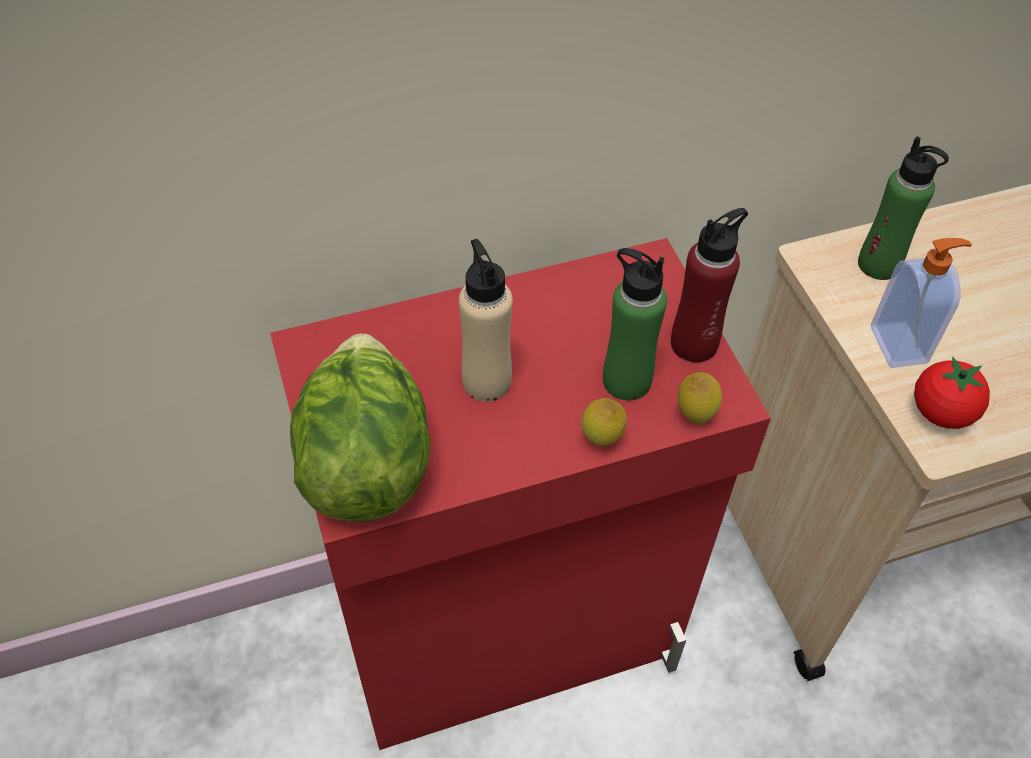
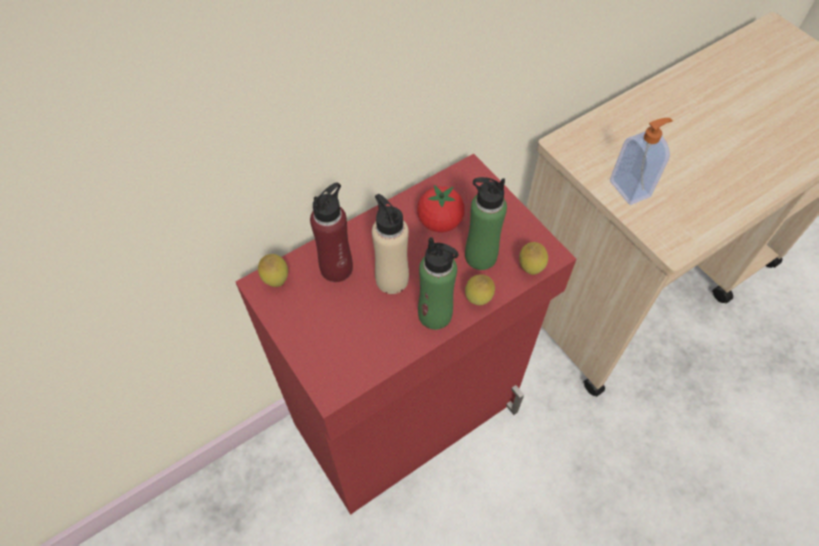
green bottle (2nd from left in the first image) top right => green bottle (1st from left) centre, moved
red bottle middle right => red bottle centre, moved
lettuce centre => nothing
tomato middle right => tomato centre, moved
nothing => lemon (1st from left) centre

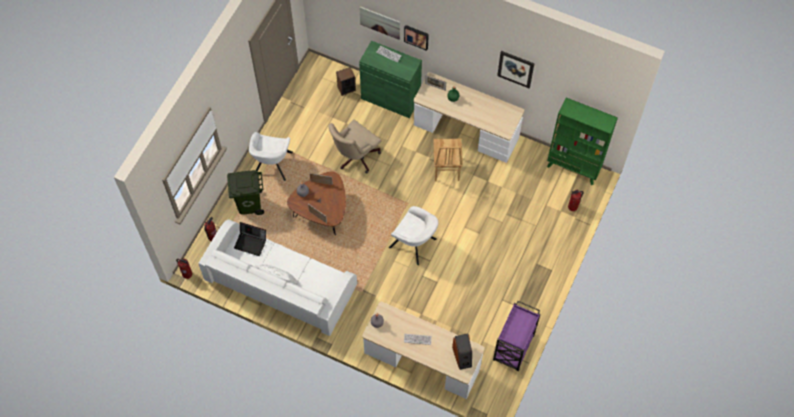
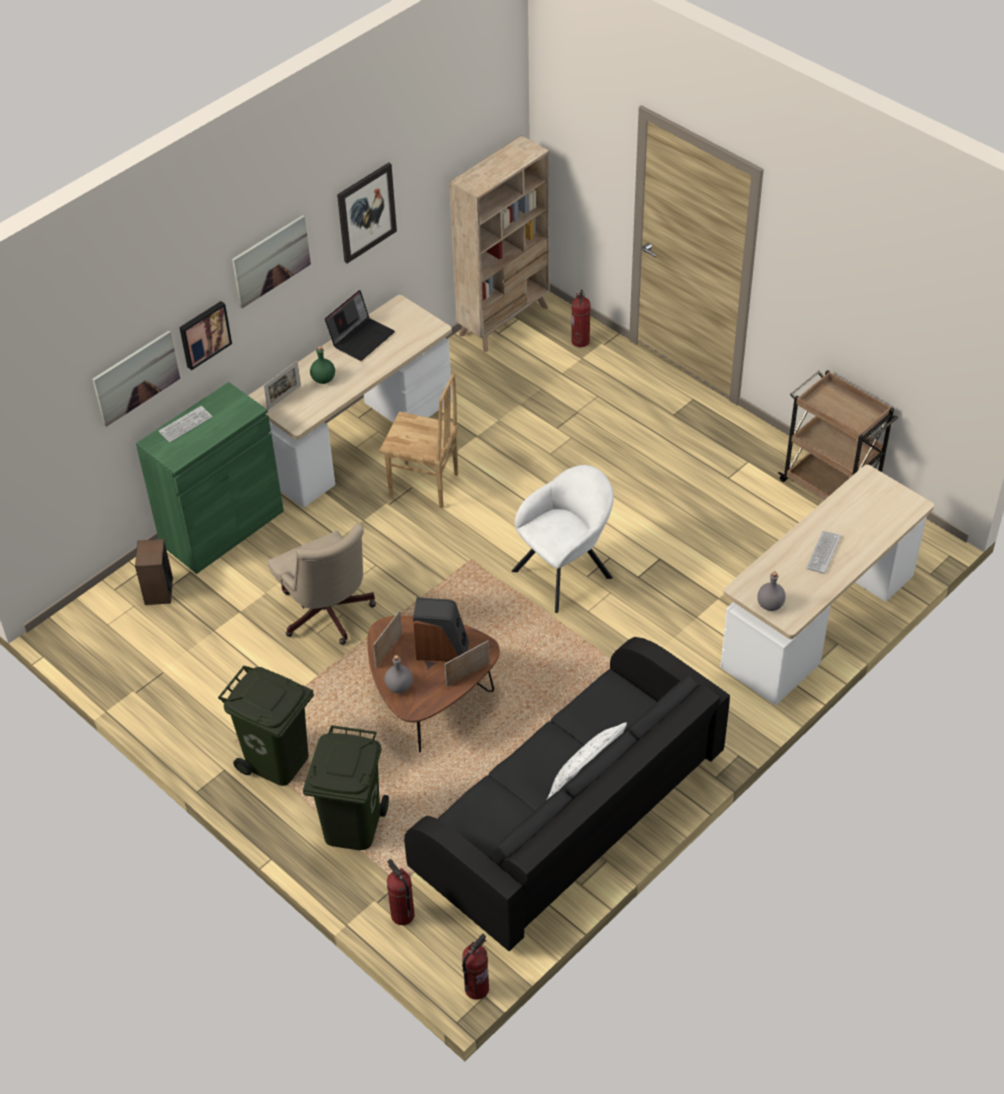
green bookcase middle right => beige bookcase top centre
white armchair (1st from left) centre => green trash can (1st from left) middle left
white sofa bottom centre => black sofa bottom centre
laptop middle left => laptop top centre, moved
purple cart bottom centre => brown cart middle right
speaker (2nd from left) bottom centre => speaker (2nd from left) centre, moved
nothing => picture (3rd from left) top left

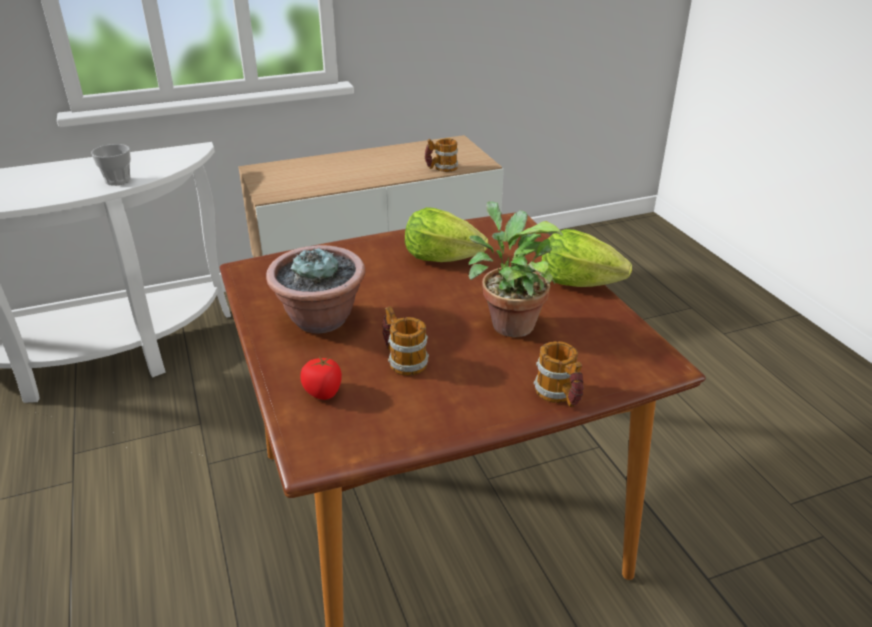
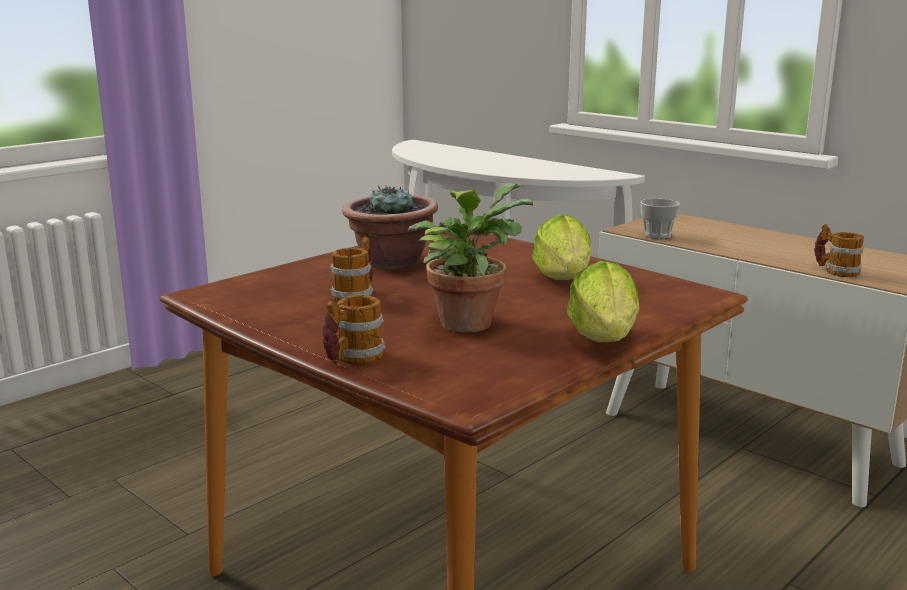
cup top left => cup middle right, moved
tomato centre => nothing

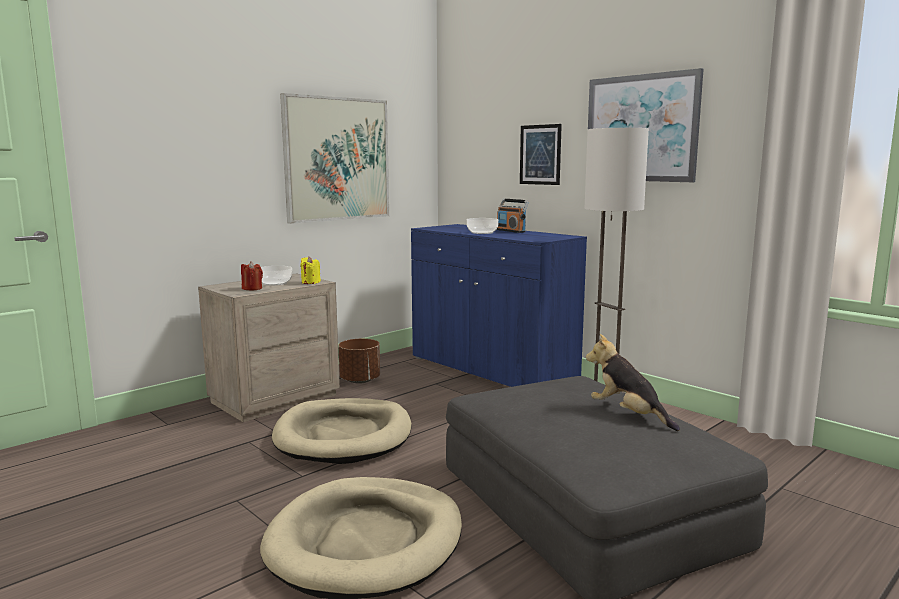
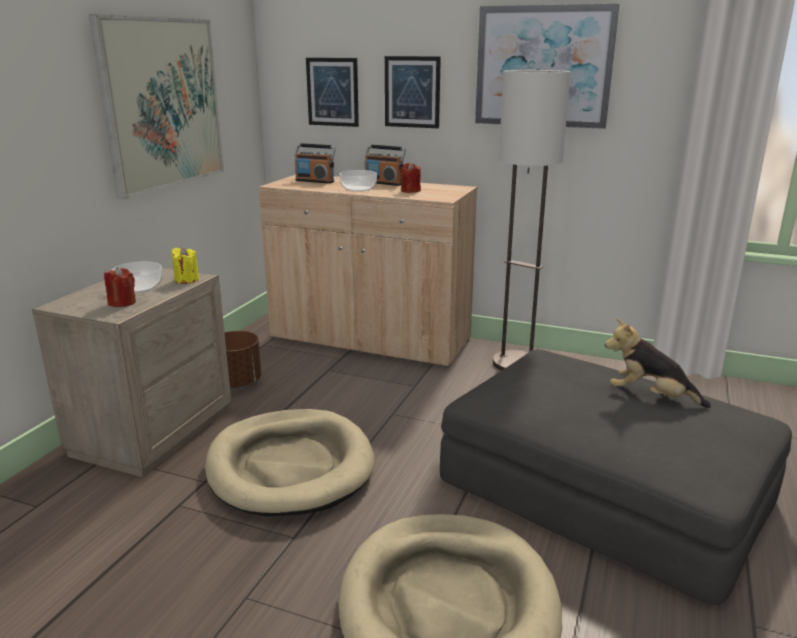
blue cabinet centre => beige cabinet centre
nothing => picture (2nd from left) top centre
nothing => radio (1st from left) top centre
nothing => red candle (2nd from left) top centre

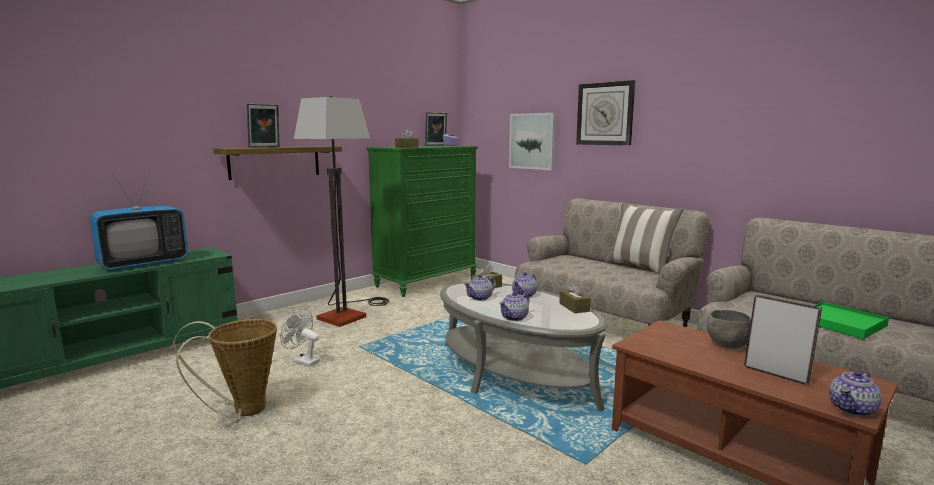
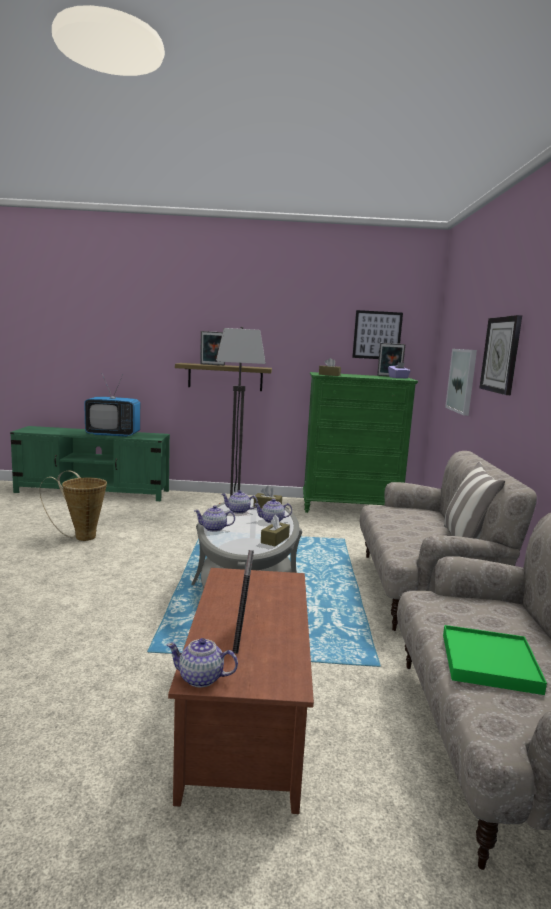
white fan bottom left => nothing
grey bowl bottom right => nothing
nothing => picture (1st from left) middle right

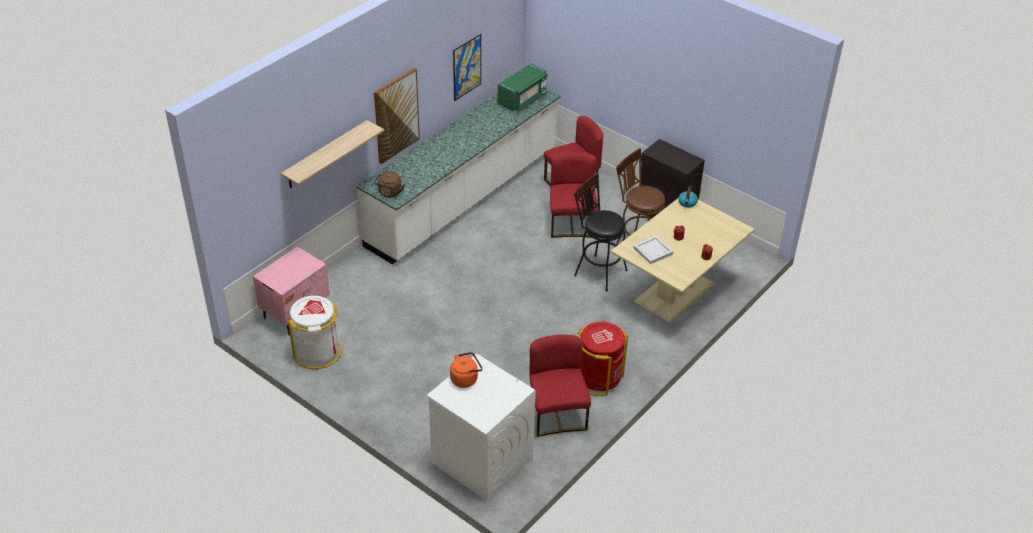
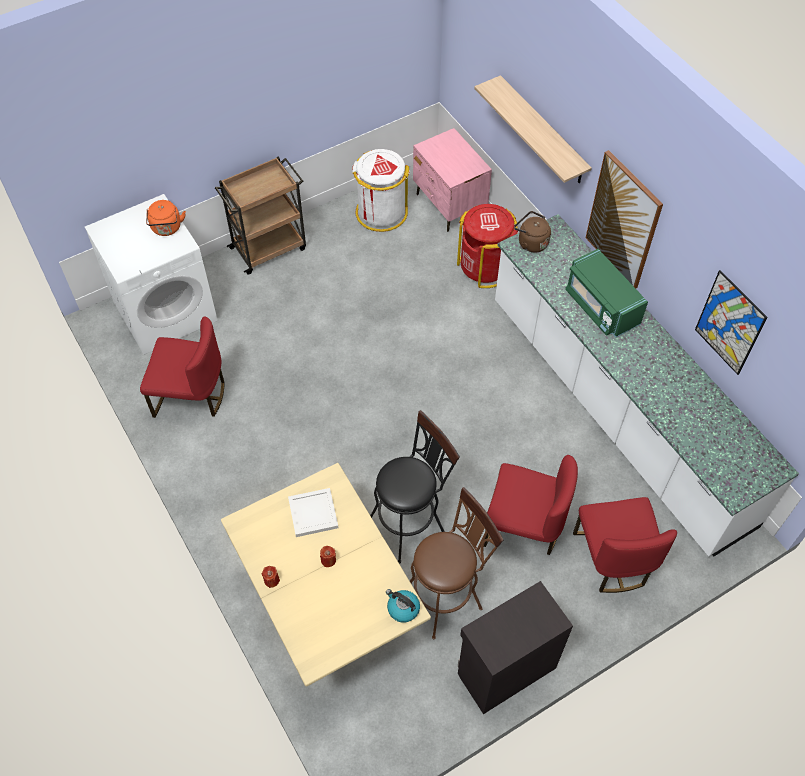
green microwave top centre => green microwave middle right, moved
red trash can bottom centre => red trash can top centre, moved
nothing => brown cart top left

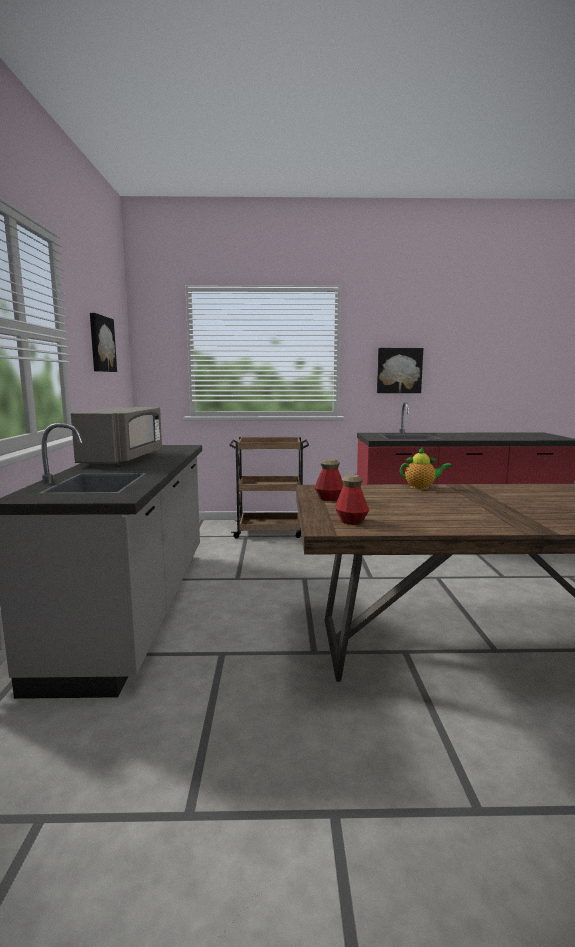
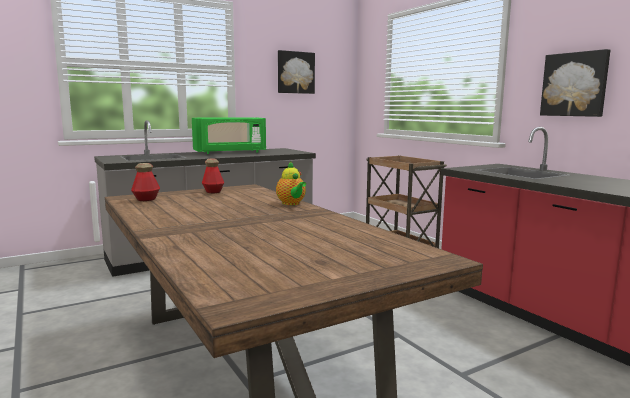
grey microwave middle left => green microwave centre

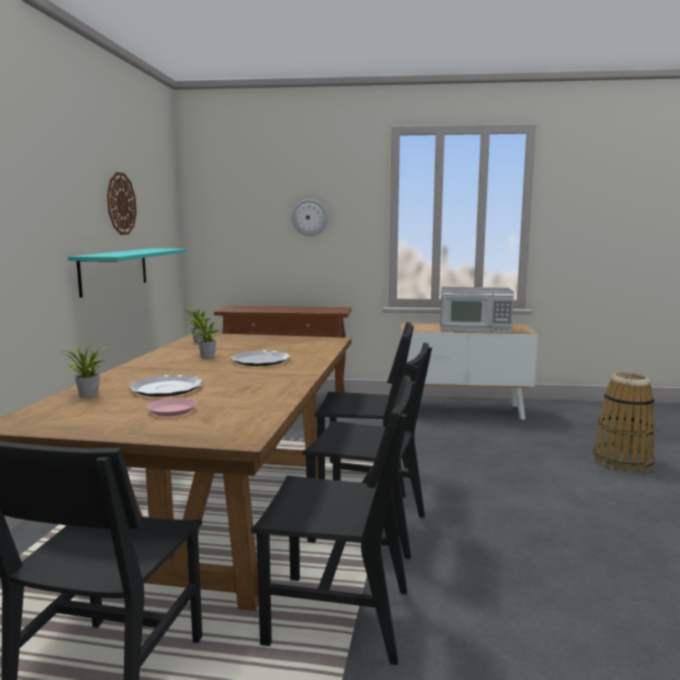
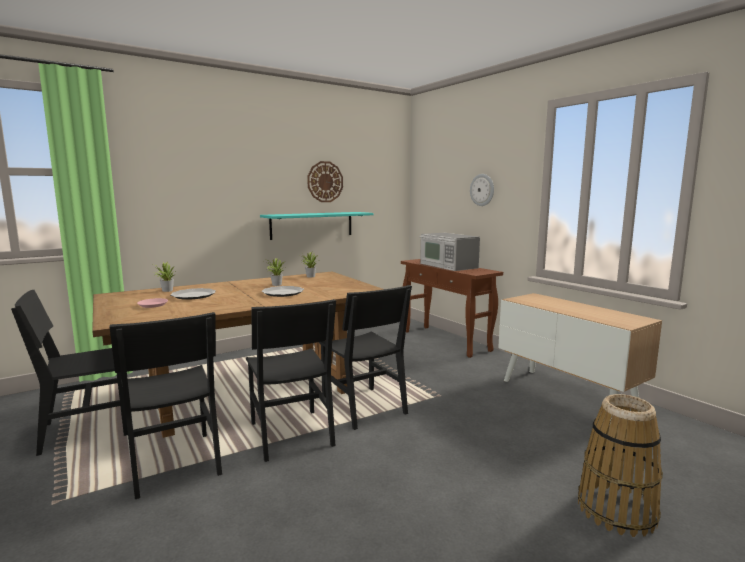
microwave middle right => microwave centre, moved

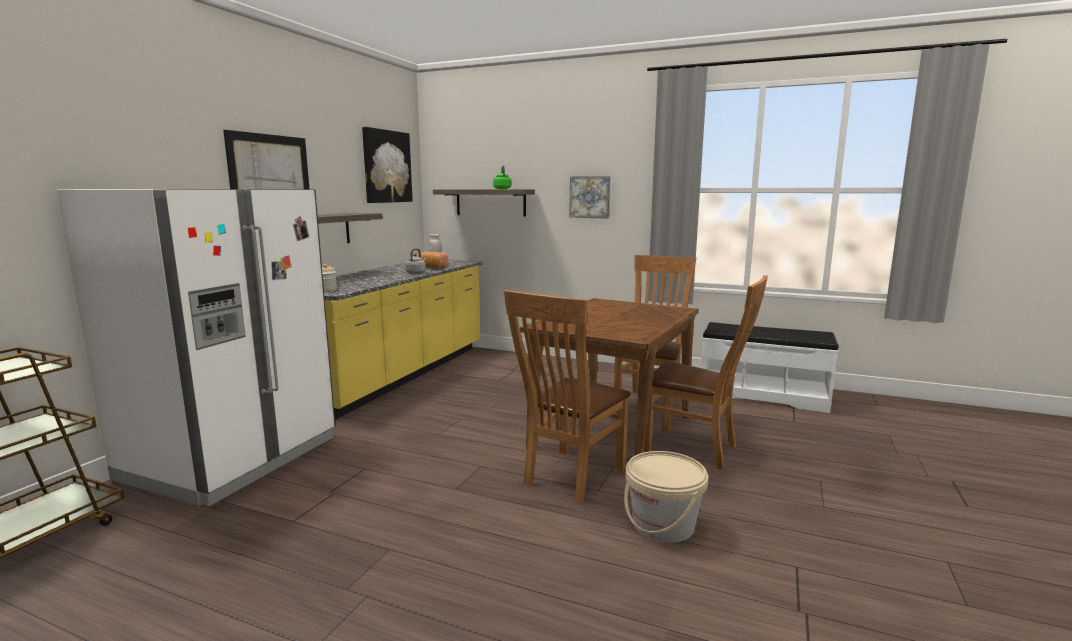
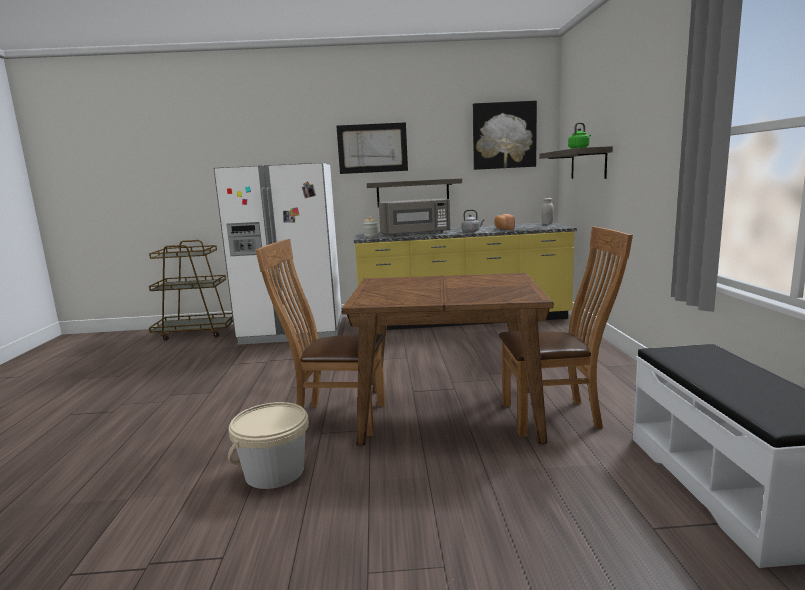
picture (3rd from left) top centre => nothing
brown chair (3rd from left) centre => nothing
nothing => grey microwave centre

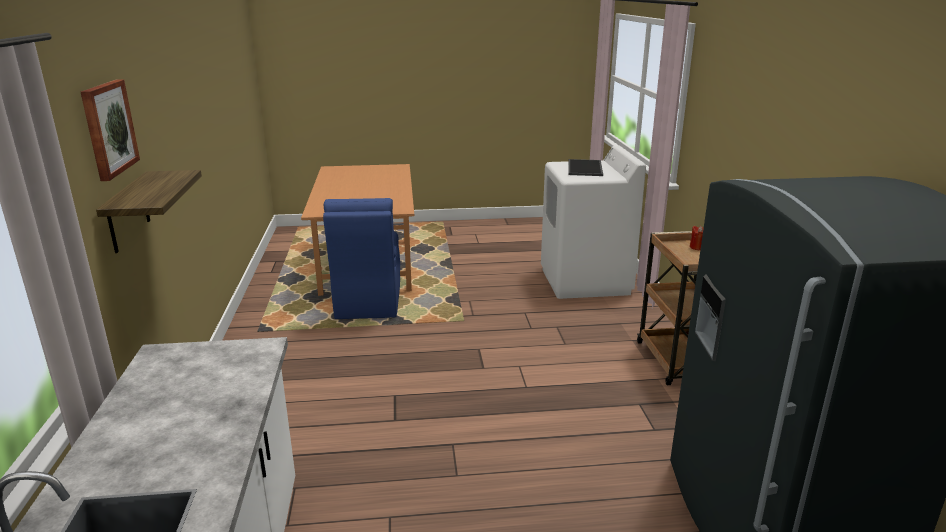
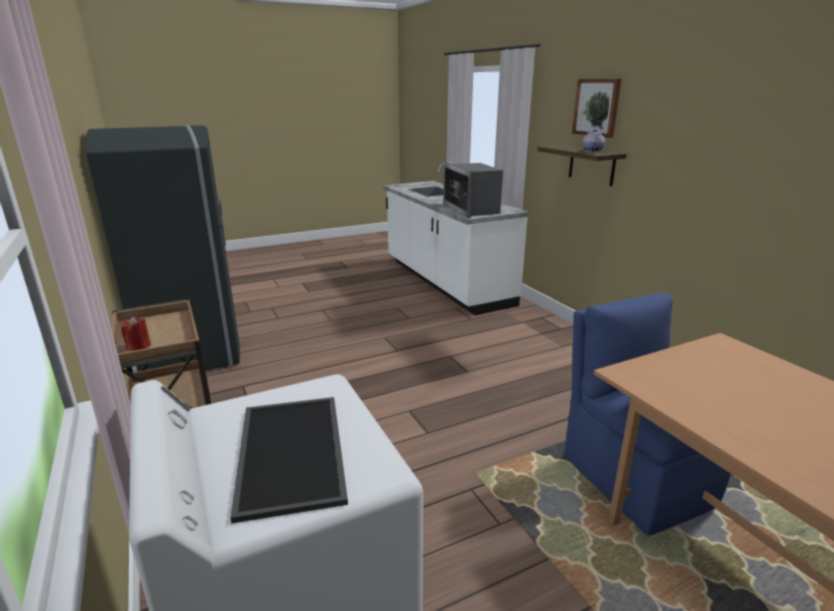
nothing => teapot top right
nothing => microwave top centre

